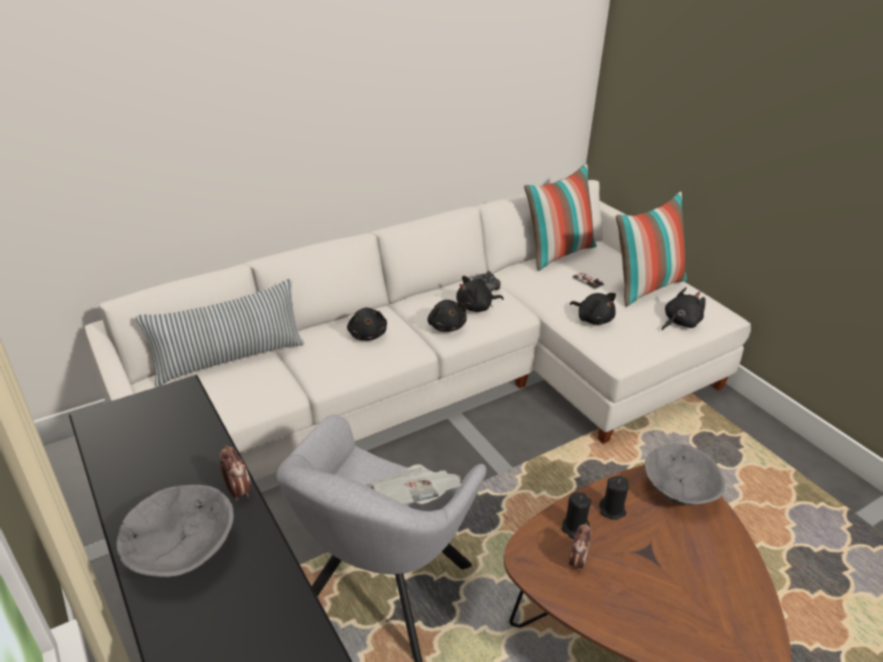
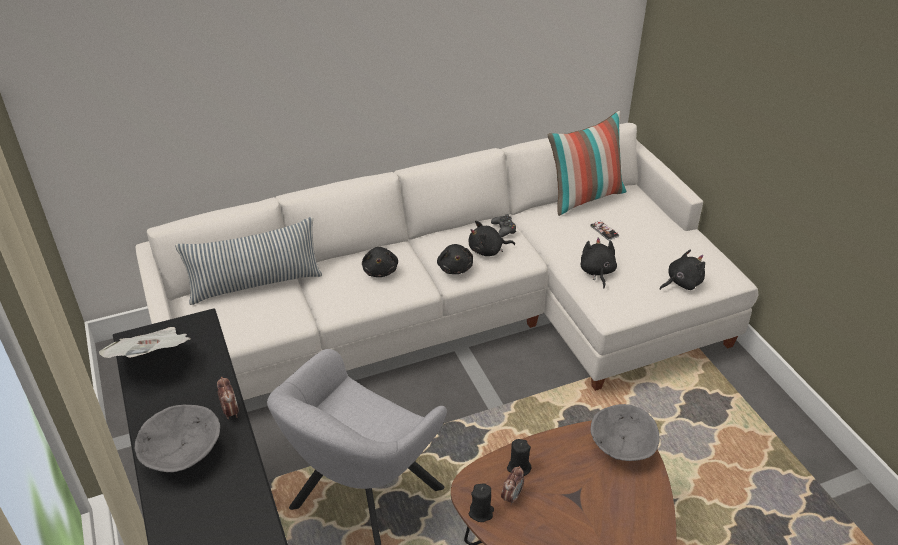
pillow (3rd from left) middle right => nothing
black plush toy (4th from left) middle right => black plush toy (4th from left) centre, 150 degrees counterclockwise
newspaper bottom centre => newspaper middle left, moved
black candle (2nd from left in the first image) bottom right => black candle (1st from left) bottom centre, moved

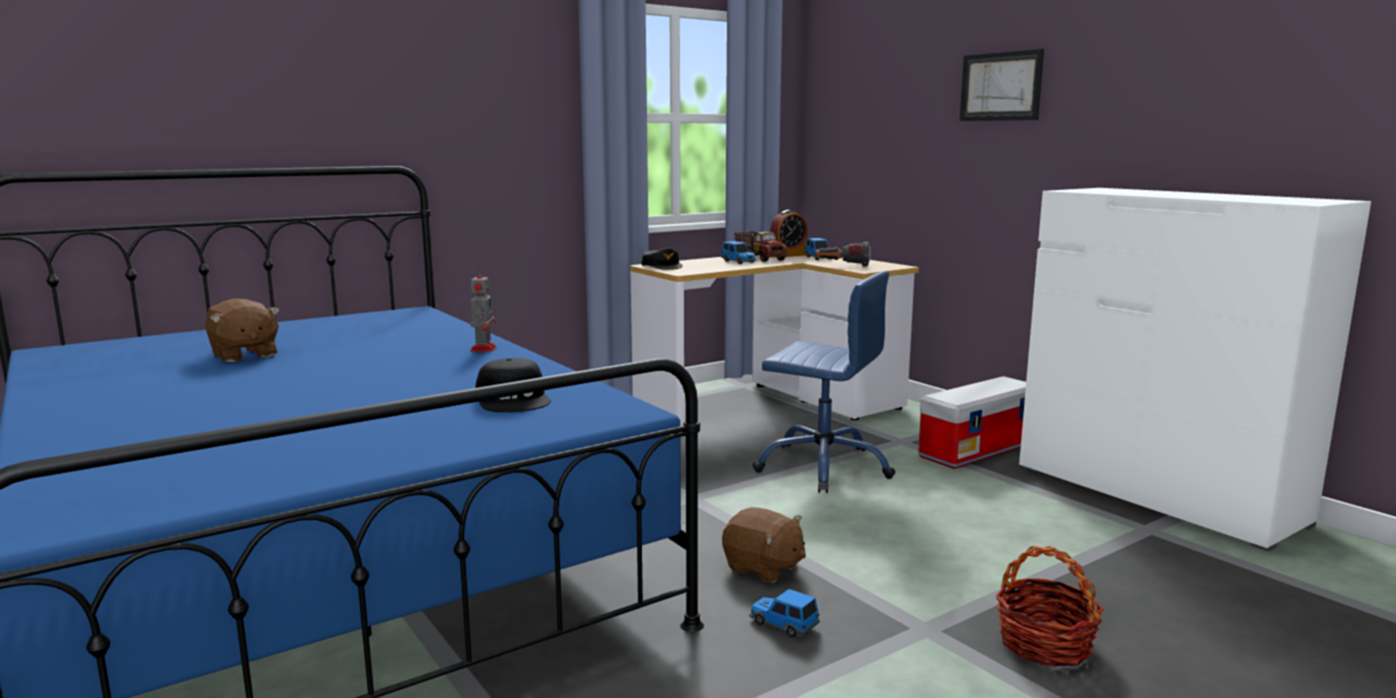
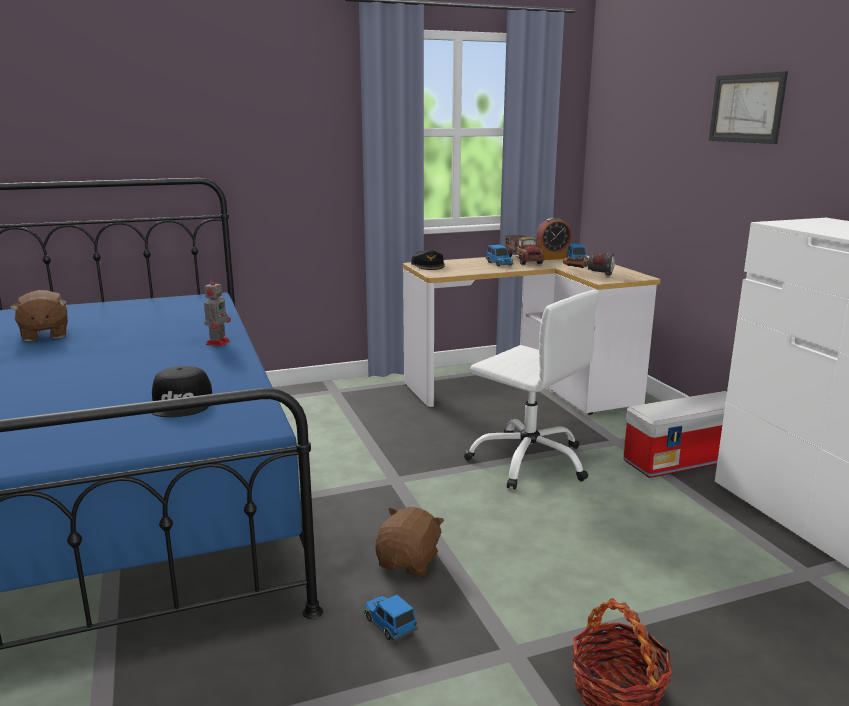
blue office chair centre => white office chair centre
brown plush toy (2nd from left) bottom centre, 120 degrees counterclockwise

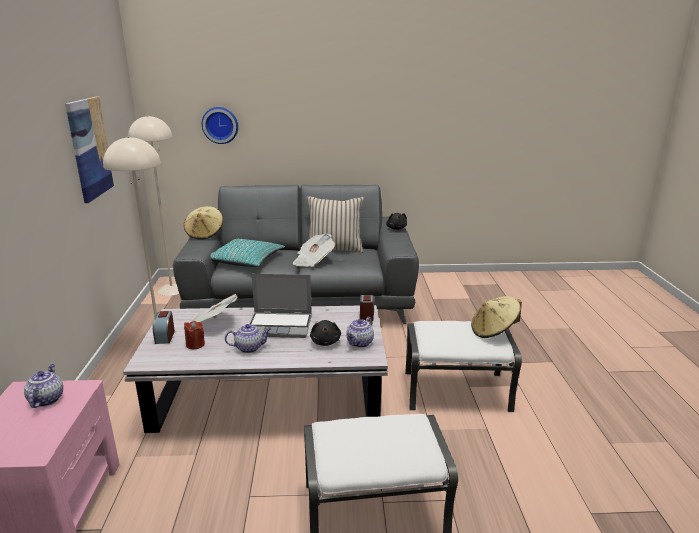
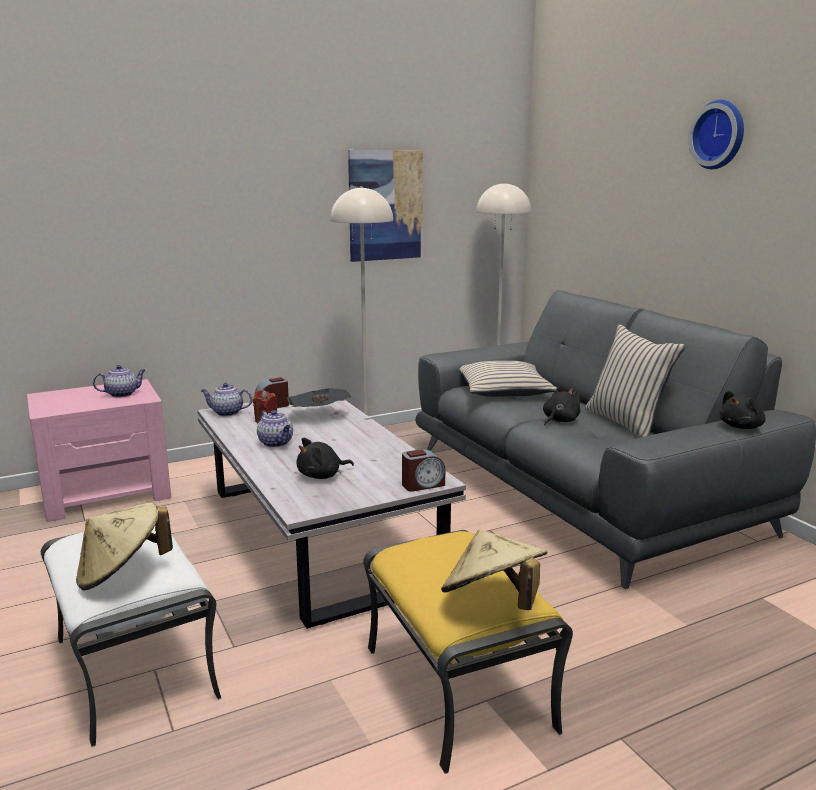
wall clock top left => wall clock top right, moved
beige hat (1st from left) middle left => beige hat (1st from left) bottom left, moved
newspaper (2nd from left) centre => black plush toy (2nd from left) middle right
turquoise pillow centre => beige pillow (1st from left) centre
laptop centre => nothing
teapot (3rd from left in the first image) centre => teapot (2nd from left) middle left, moved
white ottoman (2nd from left) bottom centre => yellow ottoman bottom centre

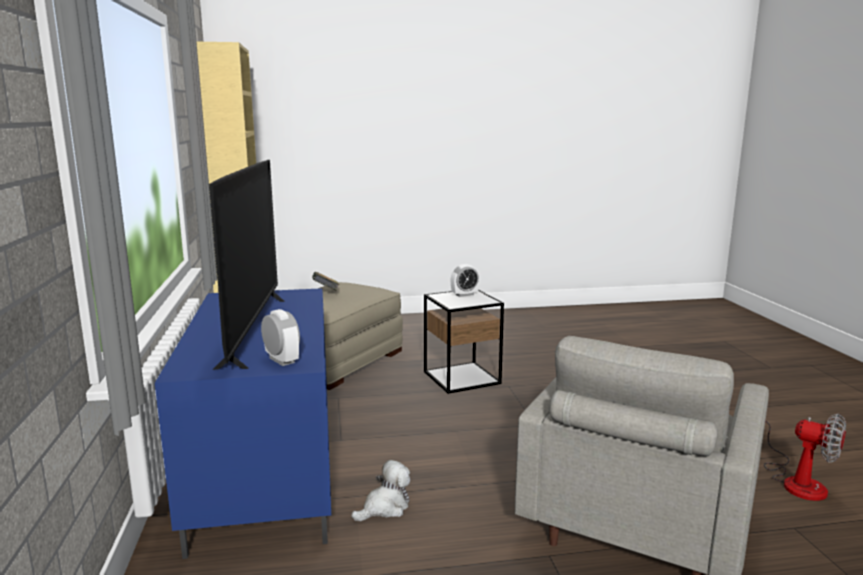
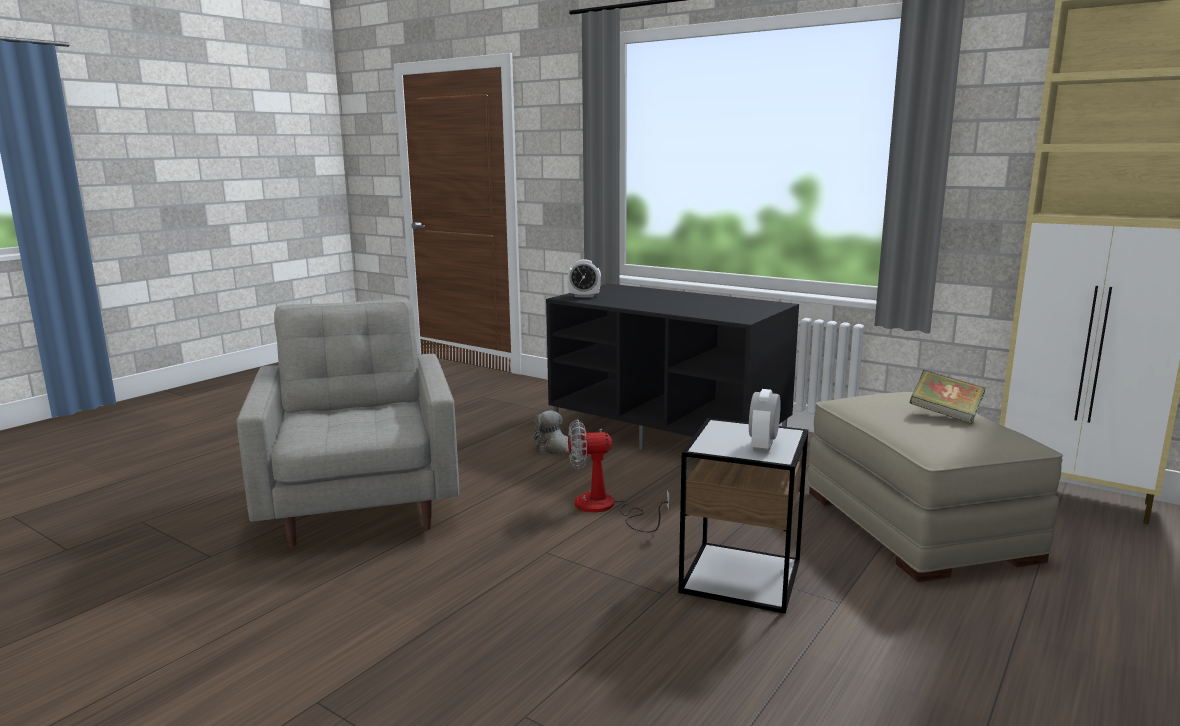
television middle left => nothing
blue tv stand bottom left => black tv stand centre
fan bottom right => fan centre, moved
plush toy bottom centre => plush toy centre, 135 degrees clockwise

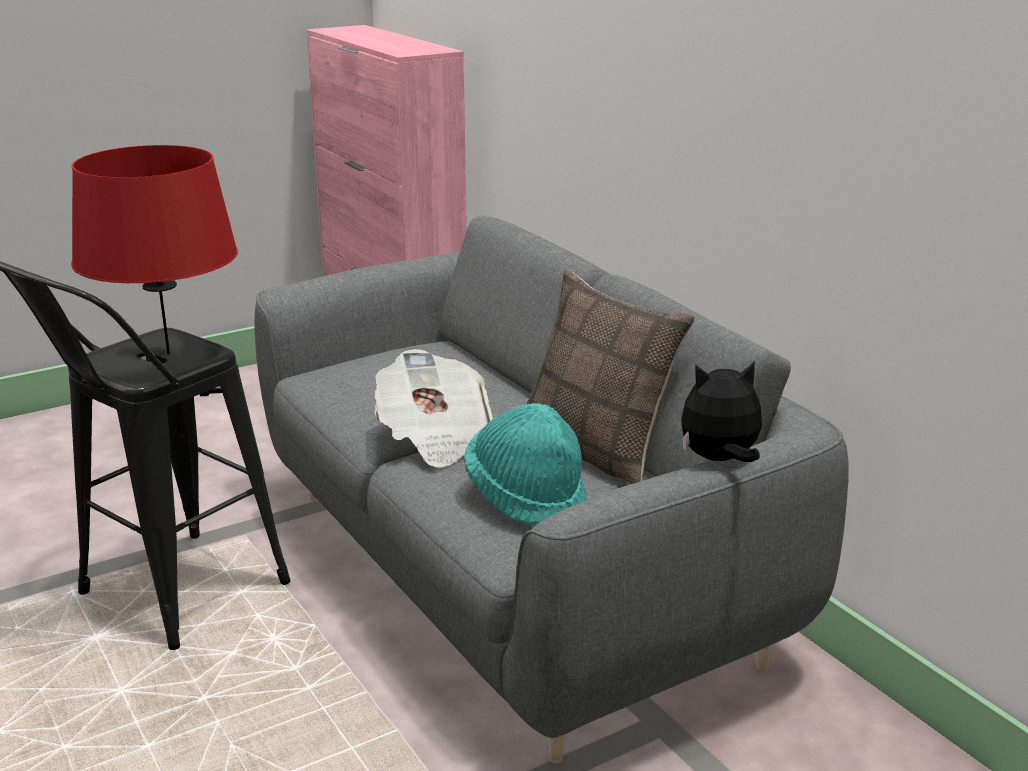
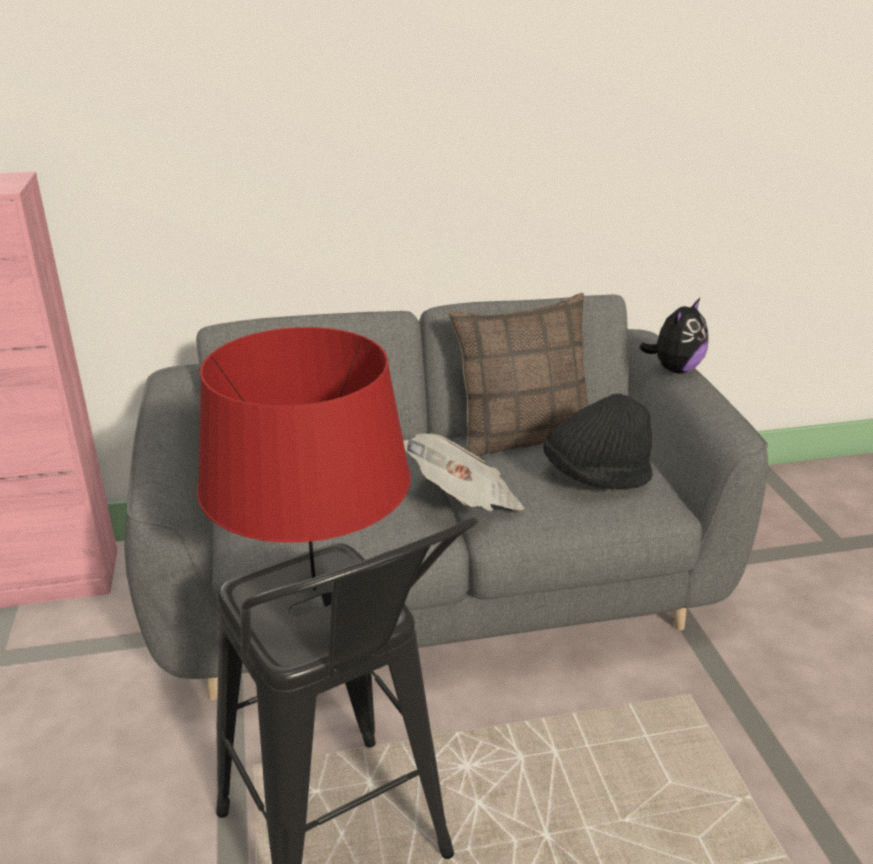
plush toy middle right, 150 degrees counterclockwise
turquoise hat centre => black hat middle right

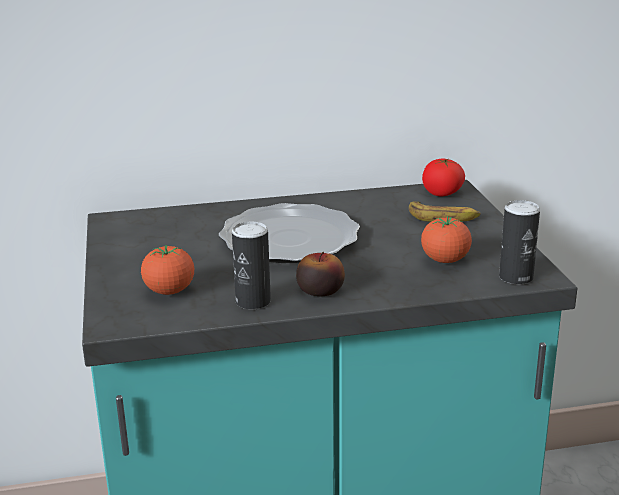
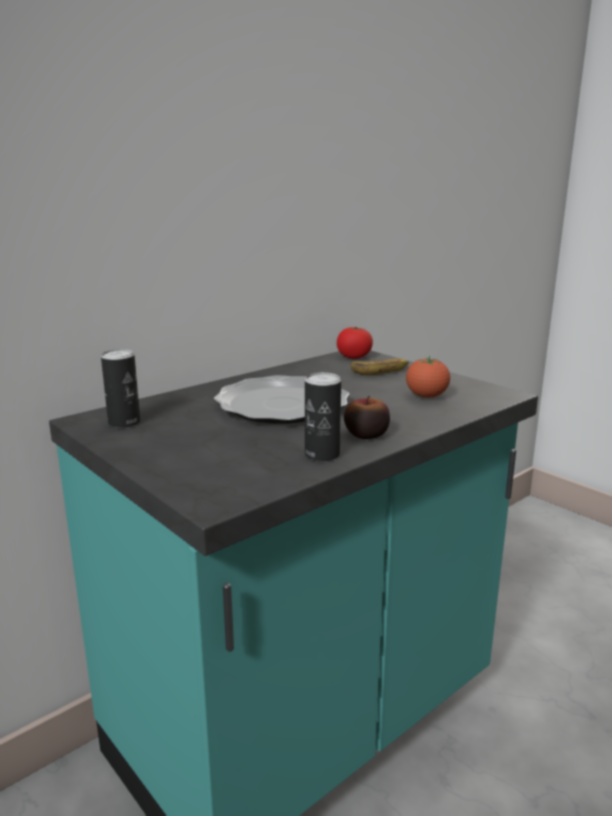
can (2nd from left in the first image) middle right => can (1st from left) middle left, moved
tomato (1st from left) middle left => nothing

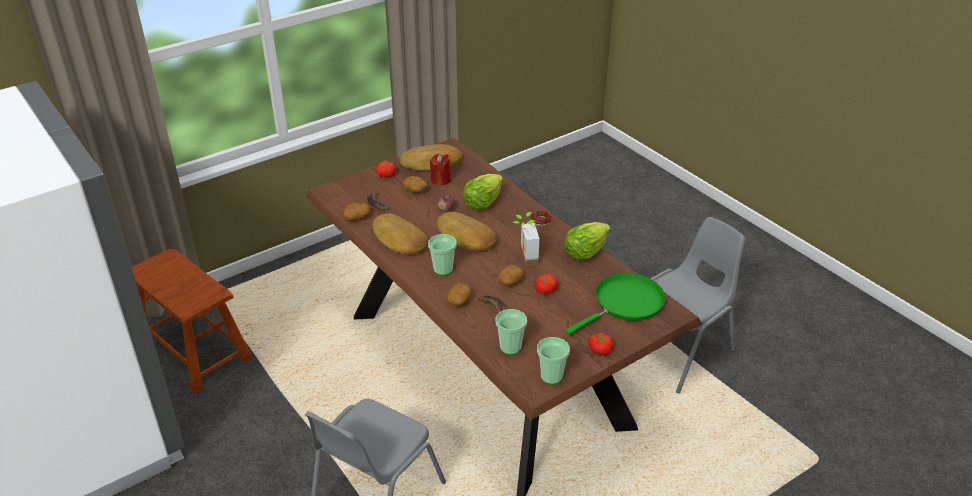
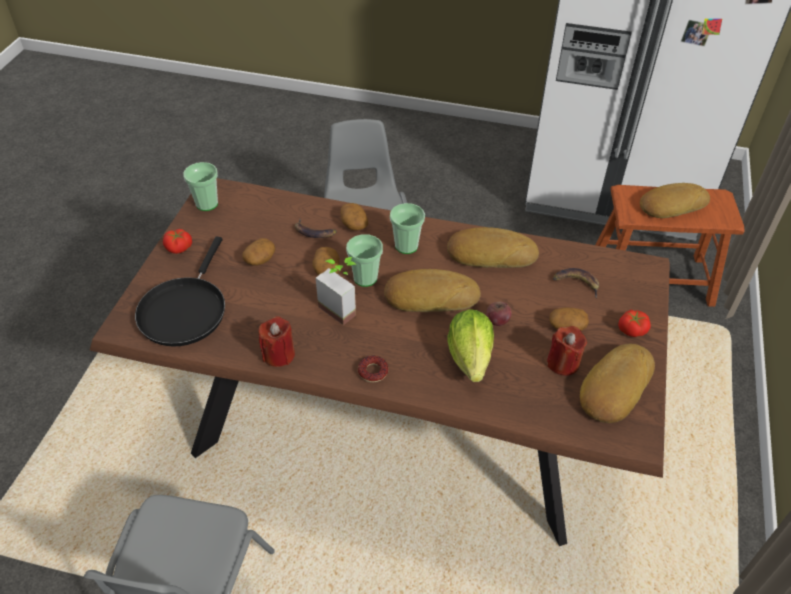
potato (1st from left) centre => potato (1st from left) middle left, moved
lettuce (2nd from left) centre => red candle (1st from left) centre
green frying pan centre => black frying pan middle left
tomato (2nd from left) centre => nothing
cup (2nd from left) bottom centre => cup (2nd from left) centre, moved
nothing => bread (4th from left) middle right

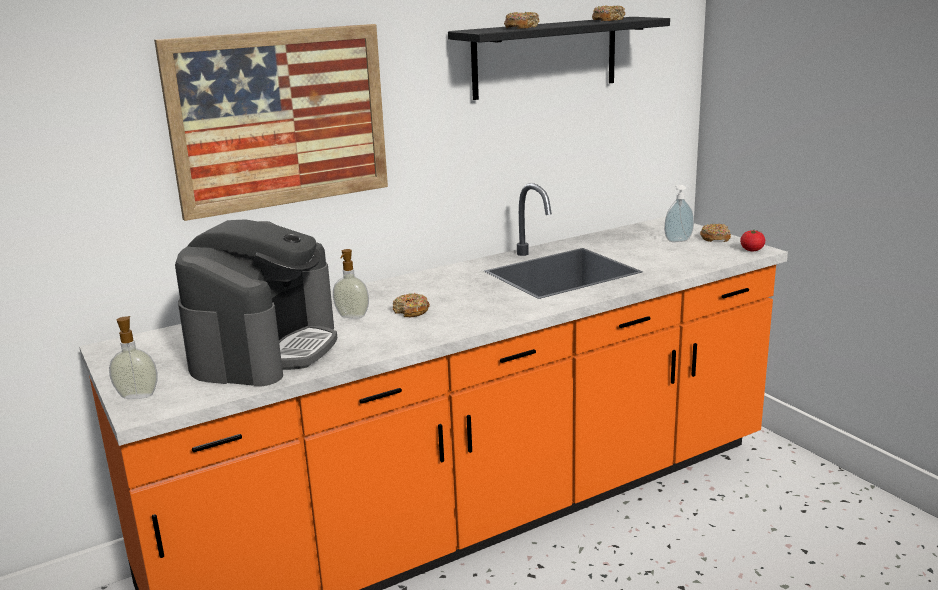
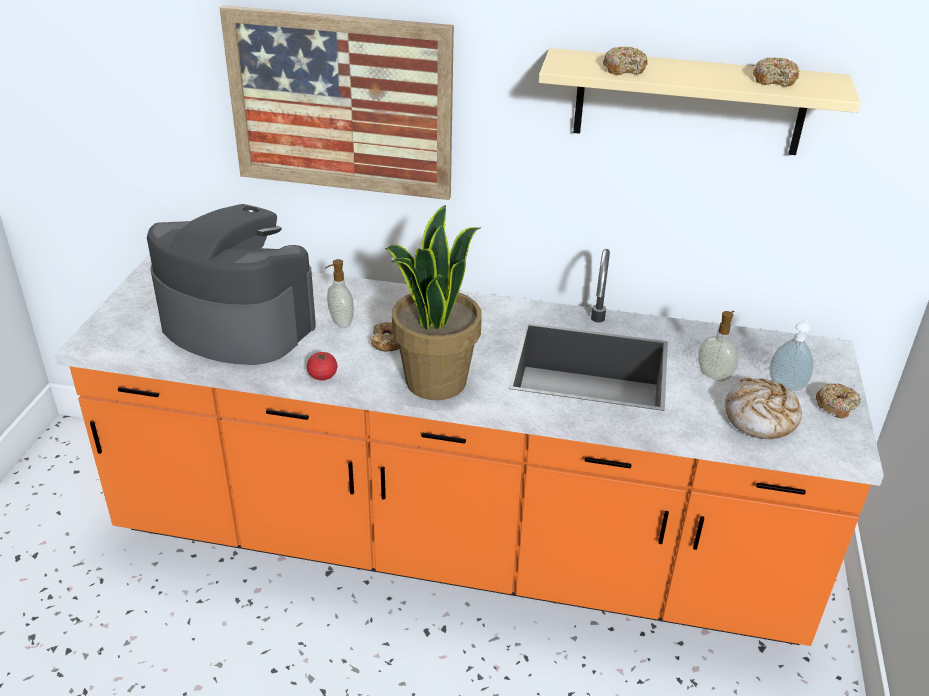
black shelf top centre => beige shelf top right
coffee machine middle left, 120 degrees counterclockwise
tomato middle right => tomato centre, moved
soap dispenser (1st from left in the first image) middle left => soap dispenser (2nd from left) middle right, moved
nothing => potted plant centre
nothing => bread middle right

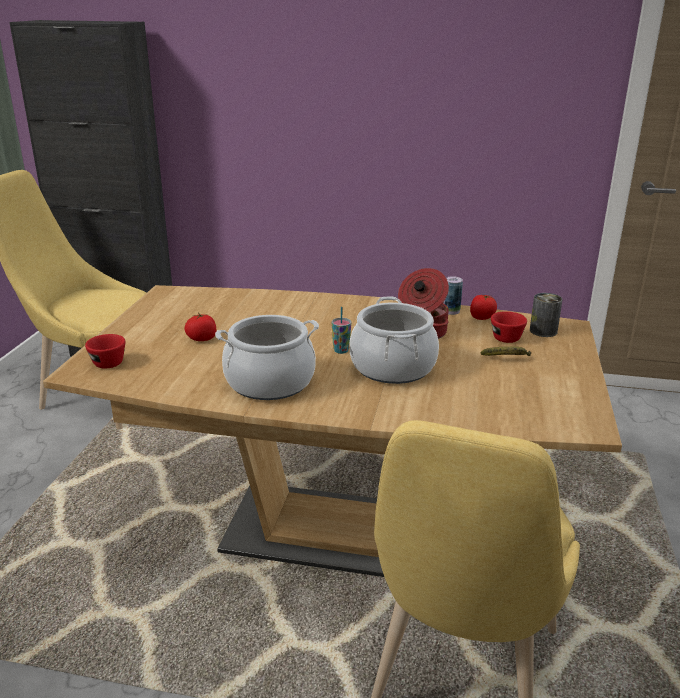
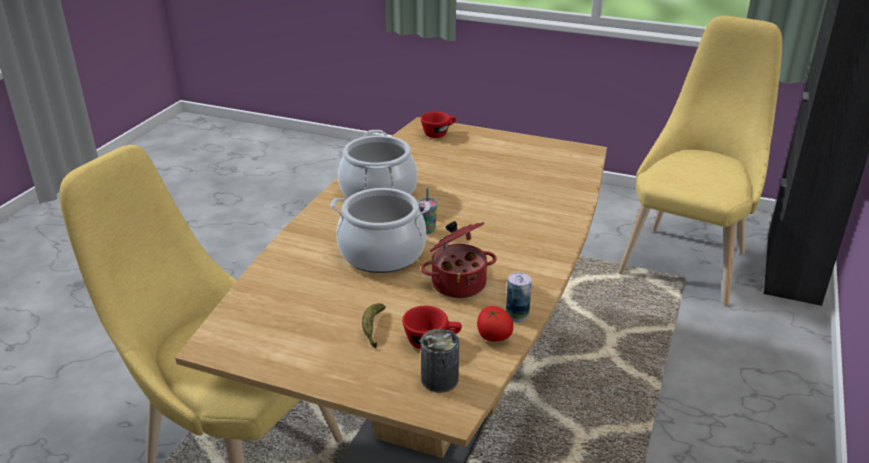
tomato (1st from left) middle left => nothing

